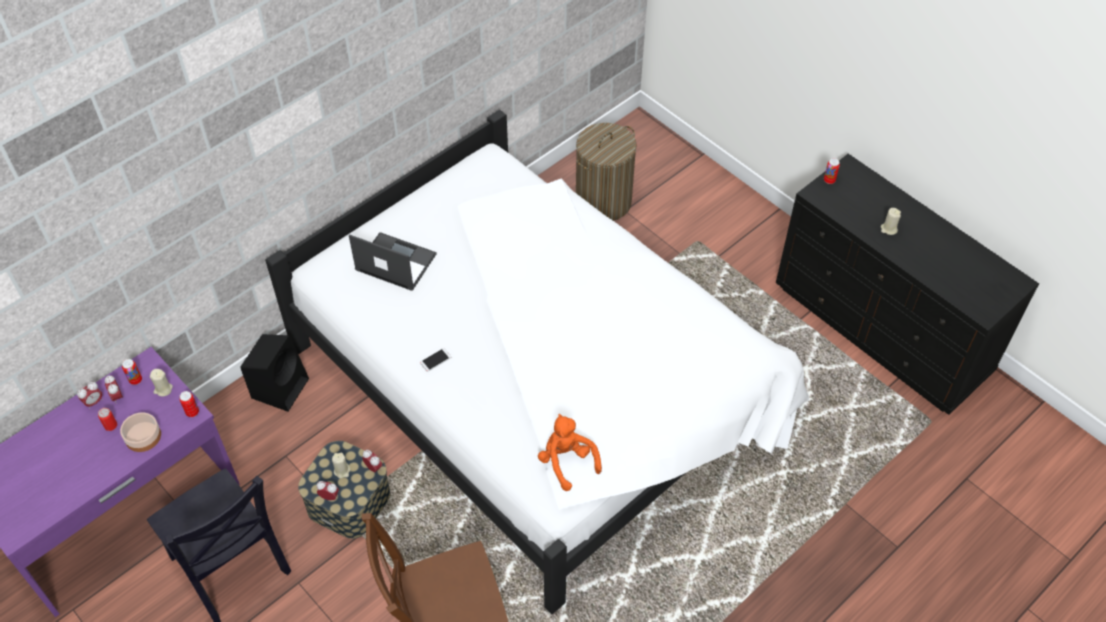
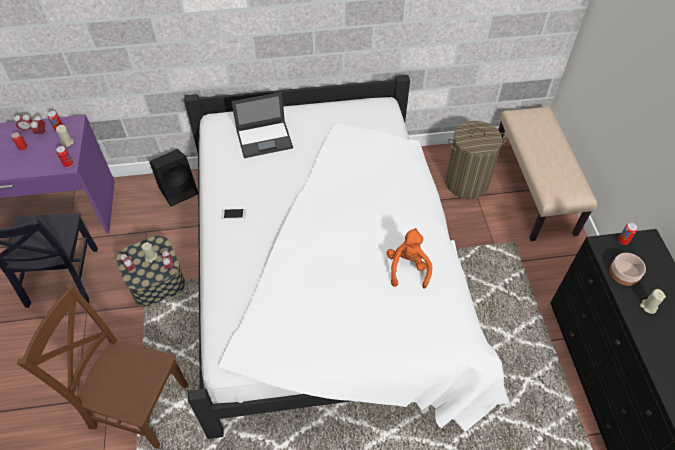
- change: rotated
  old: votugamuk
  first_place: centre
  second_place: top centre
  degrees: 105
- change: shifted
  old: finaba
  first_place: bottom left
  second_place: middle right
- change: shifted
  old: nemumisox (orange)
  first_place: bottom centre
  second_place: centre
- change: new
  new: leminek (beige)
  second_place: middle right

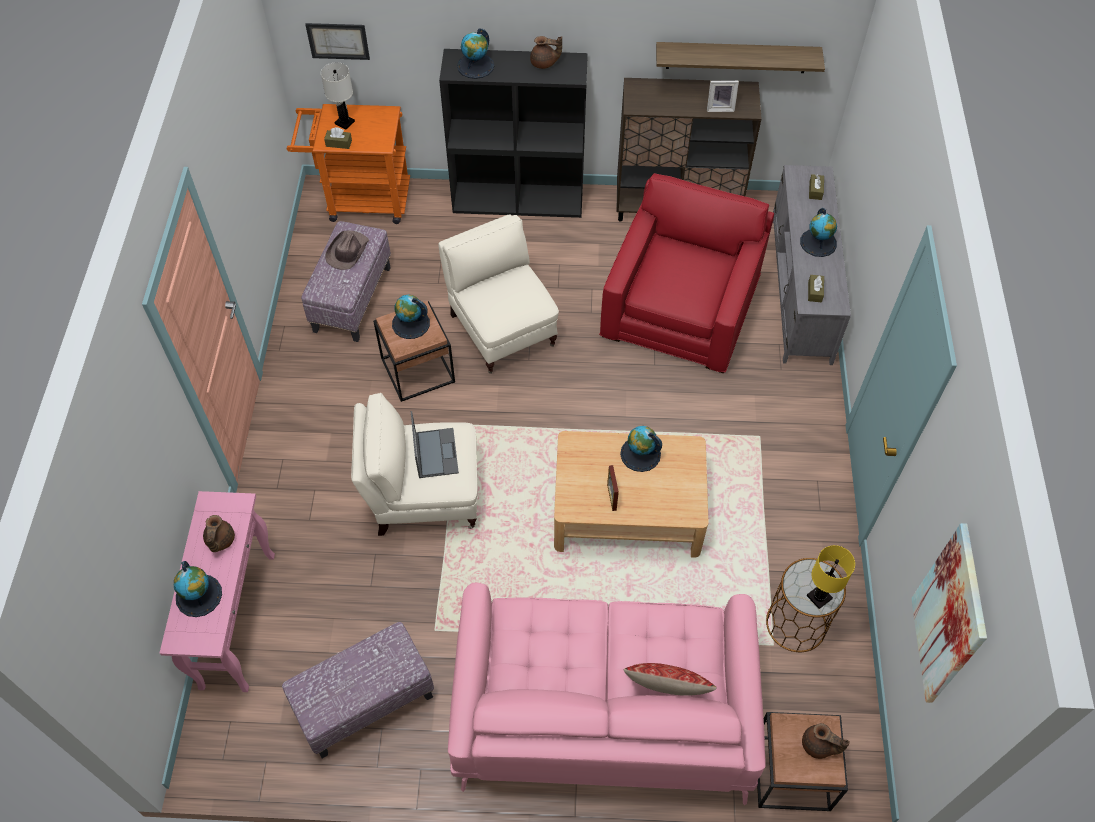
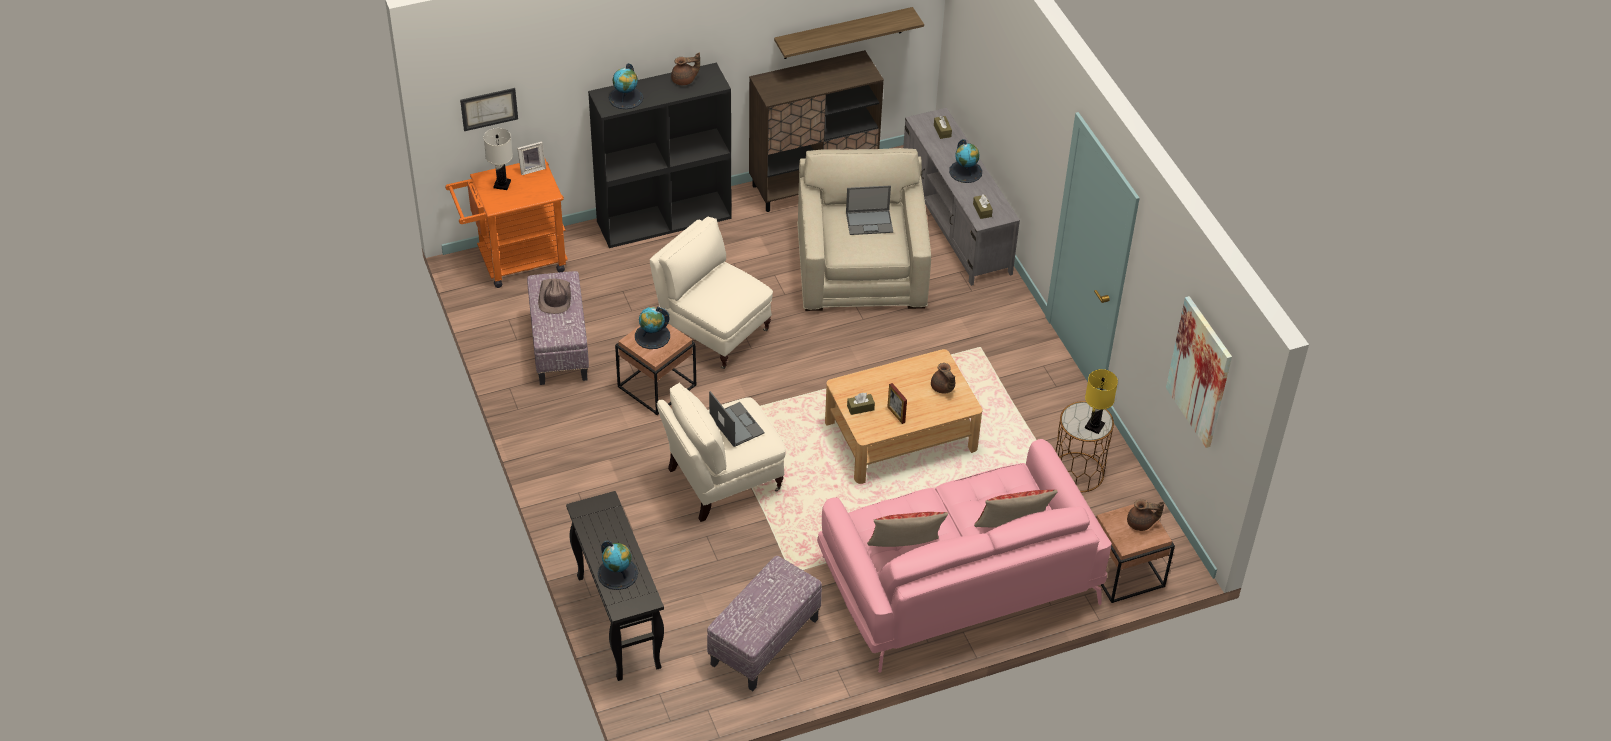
- change: shifted
  old: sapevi (no. 2 from left in the first image)
  new: sapevi (no. 1 from left)
  first_place: top centre
  second_place: top left
- change: shifted
  old: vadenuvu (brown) (no. 1 from left)
  first_place: top left
  second_place: centre
- change: repainted
  old: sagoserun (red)
  new: sagoserun (beige) (no. 3 from left)
  first_place: top centre
  second_place: top centre
- change: gone
  old: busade (no. 4 from left)
  first_place: centre
- change: repainted
  old: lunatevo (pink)
  new: lunatevo (black)
  first_place: bottom left
  second_place: bottom centre
- change: shifted
  old: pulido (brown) (no. 1 from left in the first image)
  new: pulido (brown) (no. 2 from left)
  first_place: middle left
  second_place: centre
- change: new
  new: votugamuk (no. 2 from left)
  second_place: top centre
- change: new
  new: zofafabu (no. 1 from left)
  second_place: bottom centre

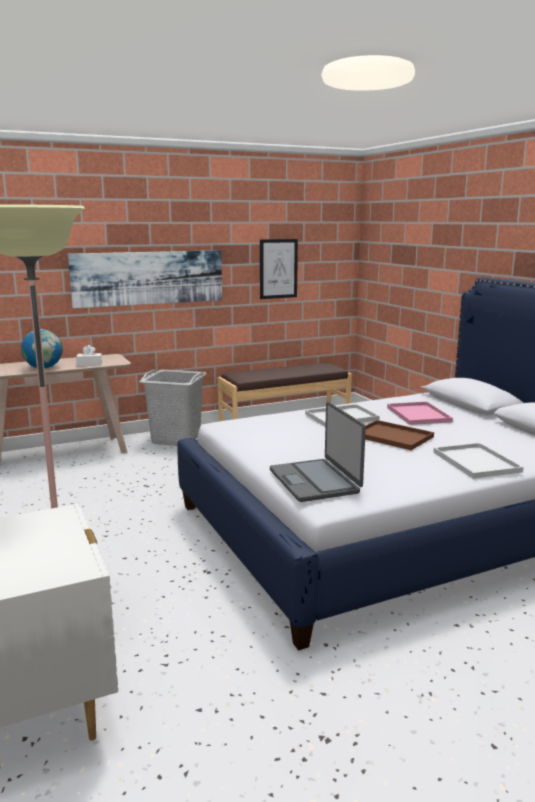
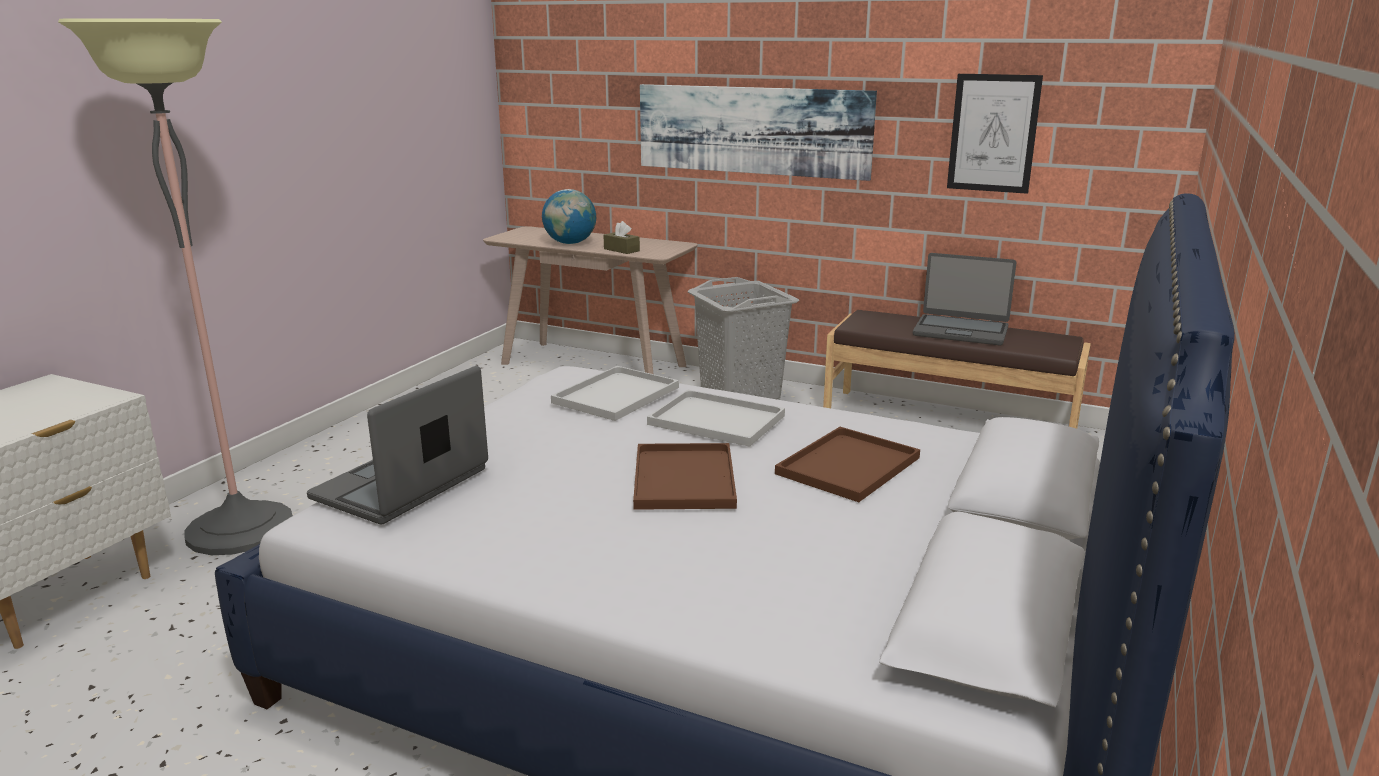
- change: repainted
  old: vadenuvu (white)
  new: vadenuvu (brown)
  first_place: middle left
  second_place: top centre
- change: repainted
  old: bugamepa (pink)
  new: bugamepa (brown) (no. 2 from left)
  first_place: middle right
  second_place: centre
- change: shifted
  old: bugamepa (white) (no. 2 from left in the first image)
  new: bugamepa (white) (no. 1 from left)
  first_place: middle right
  second_place: centre
- change: new
  new: votugamuk (no. 2 from left)
  second_place: middle right

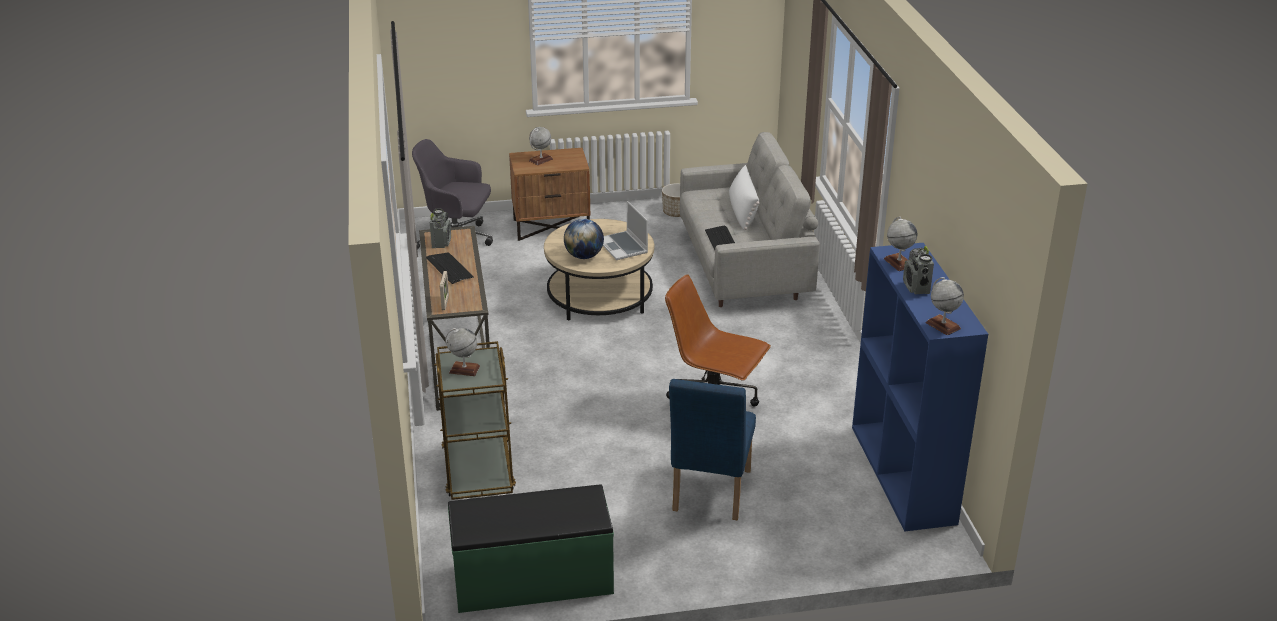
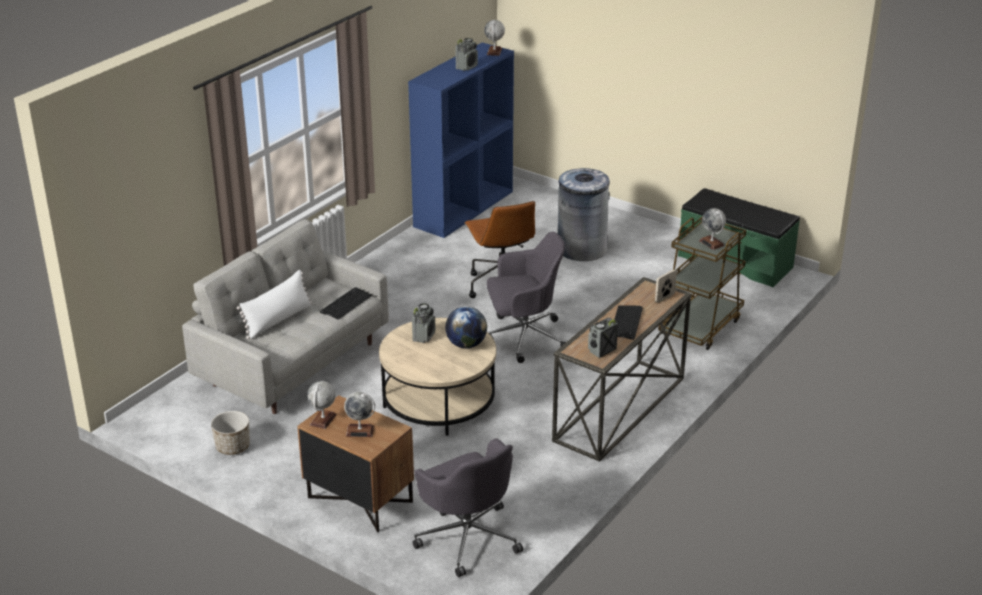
- change: swapped
  old: votugamuk
  new: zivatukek (no. 1 from left)
  first_place: centre
  second_place: centre
- change: shifted
  old: busade (no. 4 from left in the first image)
  new: busade (no. 1 from left)
  first_place: middle right
  second_place: bottom left
- change: swapped
  old: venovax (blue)
  new: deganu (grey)
  first_place: bottom centre
  second_place: centre
- change: new
  new: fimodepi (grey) (no. 2 from left)
  second_place: centre

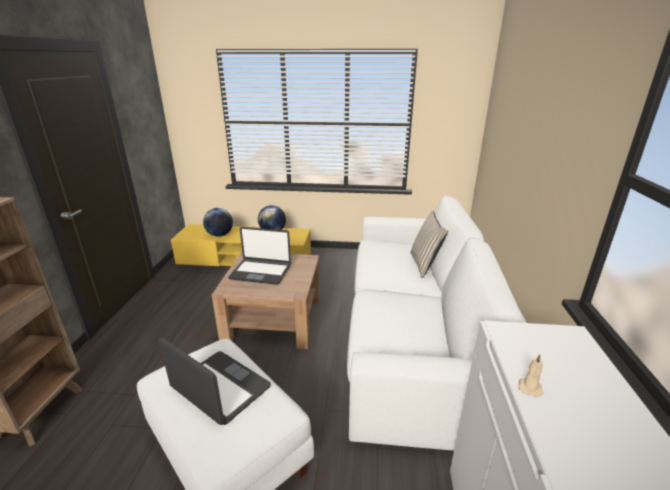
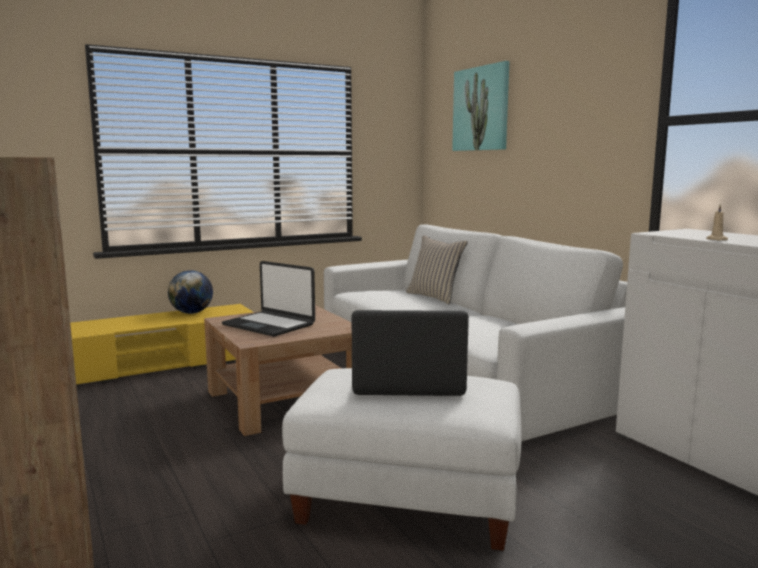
- change: gone
  old: busade (no. 1 from left)
  first_place: middle left
- change: rotated
  old: votugamuk (no. 2 from left in the first image)
  first_place: centre
  second_place: centre
  degrees: 60
- change: new
  new: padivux
  second_place: top centre

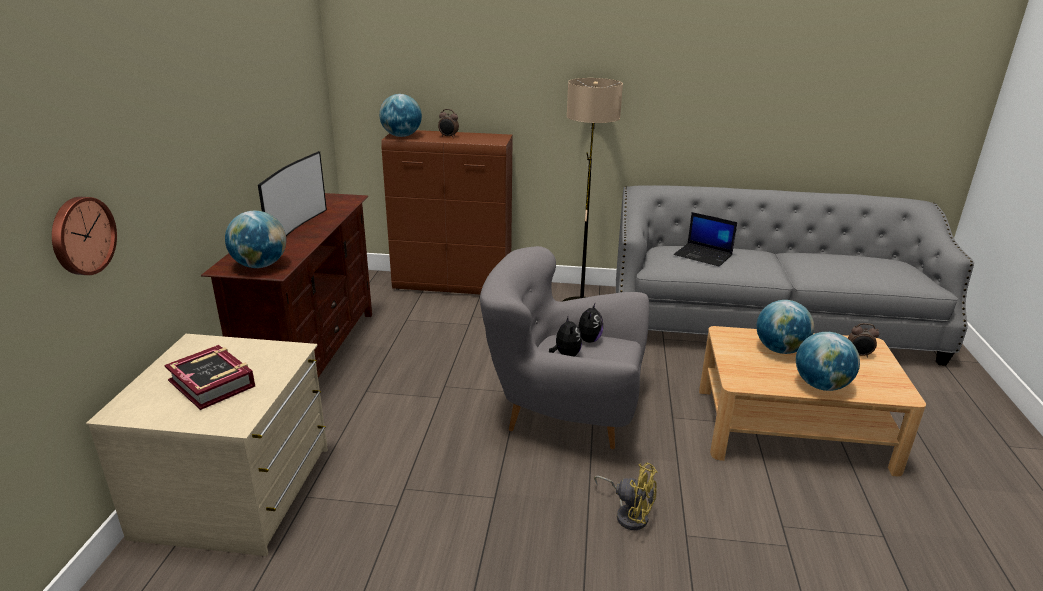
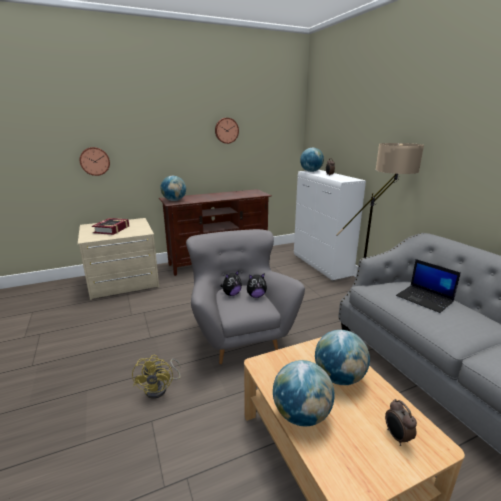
- change: repainted
  old: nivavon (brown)
  new: nivavon (white)
  first_place: centre
  second_place: centre
- change: gone
  old: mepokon
  first_place: top left
- change: rotated
  old: votugamuk
  first_place: middle right
  second_place: middle right
  degrees: -45
- change: new
  new: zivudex (no. 2 from left)
  second_place: top centre

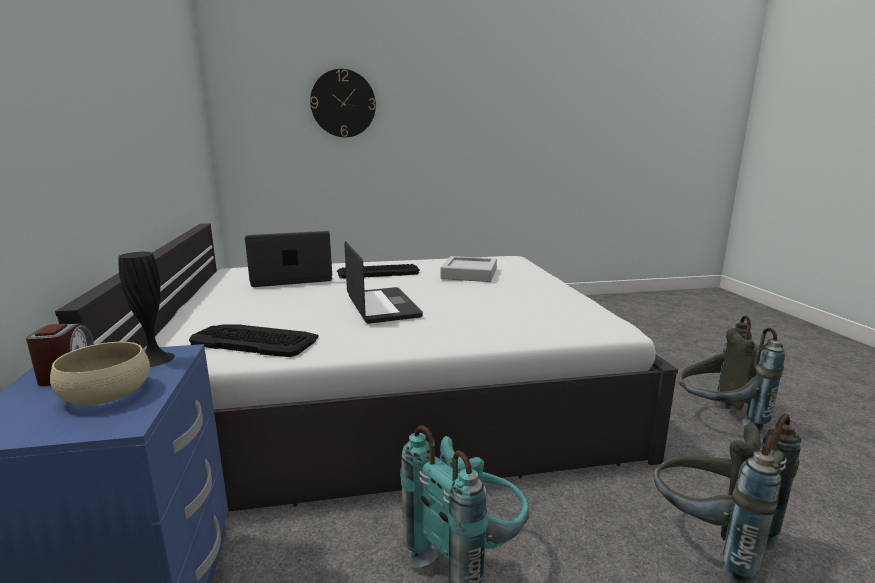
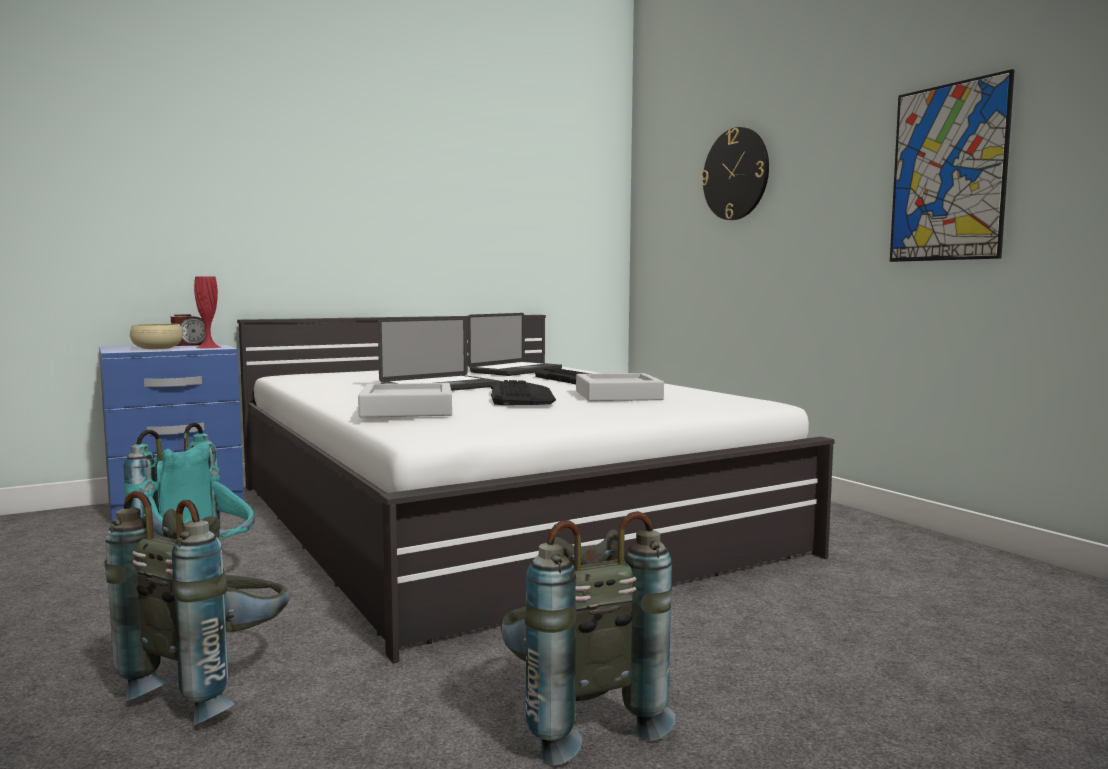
- change: rotated
  old: votugamuk (no. 1 from left in the first image)
  first_place: middle left
  second_place: centre
  degrees: 75
- change: repainted
  old: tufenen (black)
  new: tufenen (red)
  first_place: middle left
  second_place: middle left
- change: shifted
  old: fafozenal (no. 1 from left)
  first_place: middle left
  second_place: centre
- change: new
  new: padivux
  second_place: top right
- change: new
  new: bugamepa (grey) (no. 1 from left)
  second_place: centre

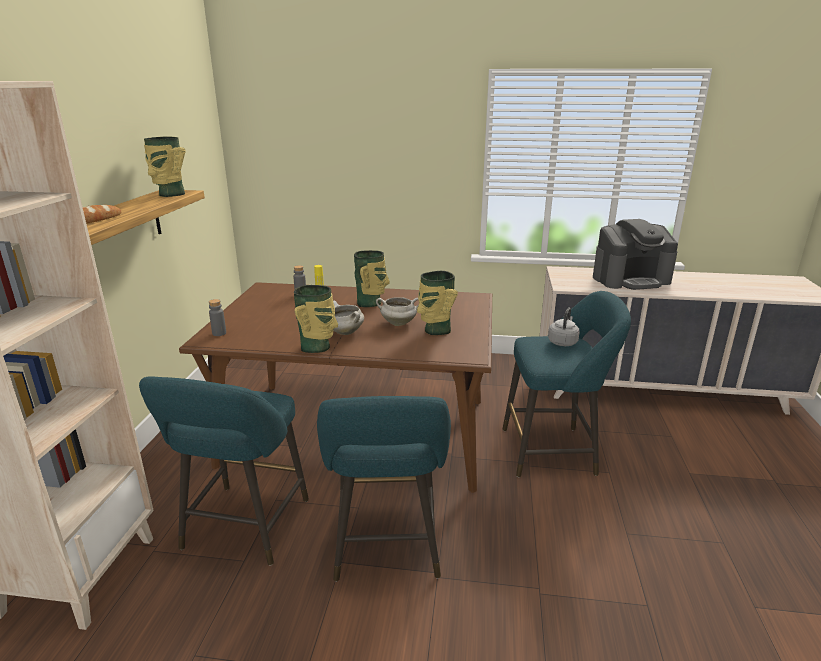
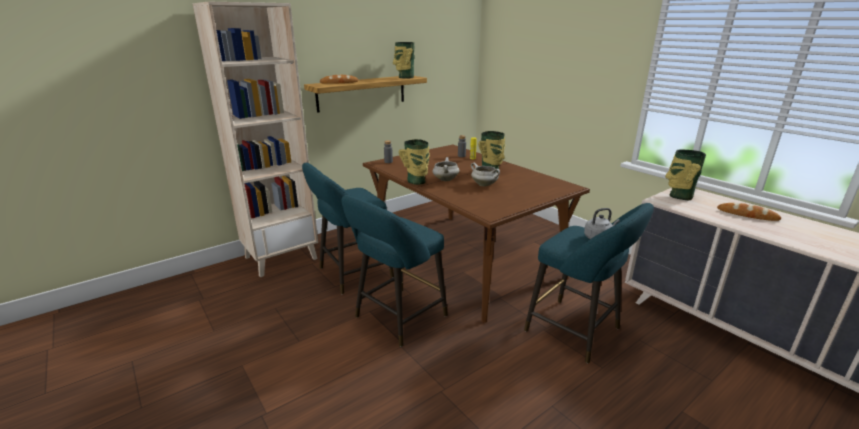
- change: swapped
  old: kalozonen
  new: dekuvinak (no. 2 from left)
  first_place: middle right
  second_place: middle right
- change: shifted
  old: tufenen (no. 4 from left)
  first_place: centre
  second_place: middle right

